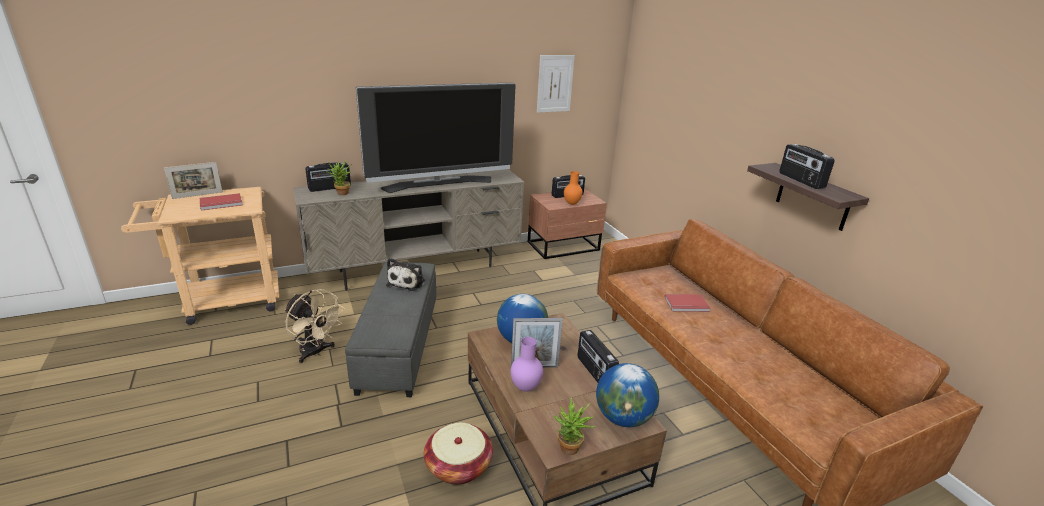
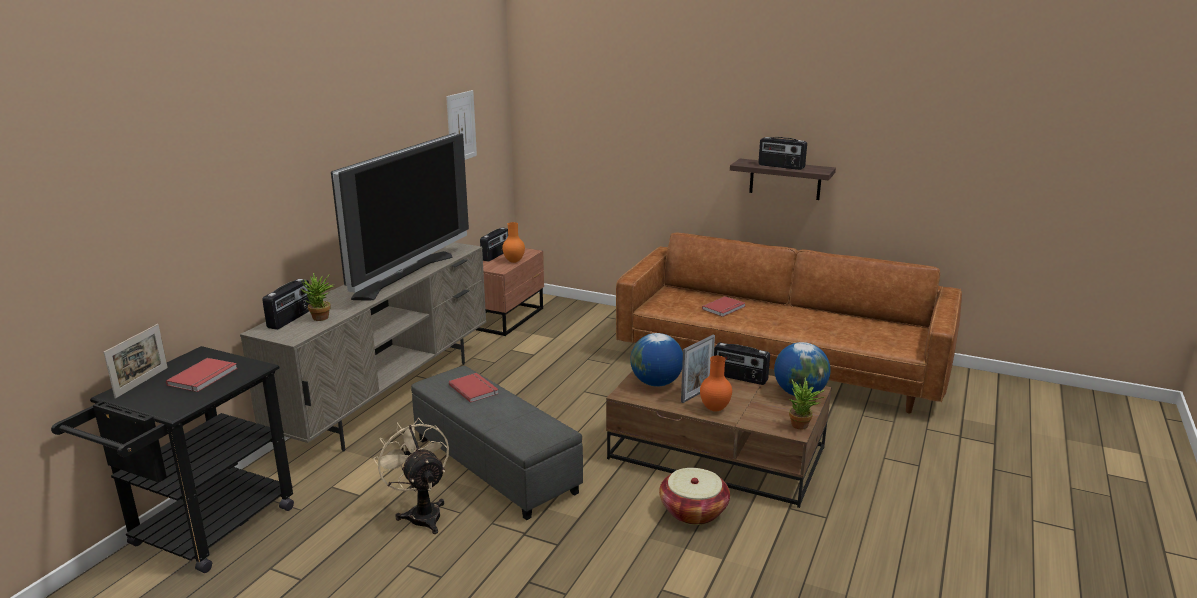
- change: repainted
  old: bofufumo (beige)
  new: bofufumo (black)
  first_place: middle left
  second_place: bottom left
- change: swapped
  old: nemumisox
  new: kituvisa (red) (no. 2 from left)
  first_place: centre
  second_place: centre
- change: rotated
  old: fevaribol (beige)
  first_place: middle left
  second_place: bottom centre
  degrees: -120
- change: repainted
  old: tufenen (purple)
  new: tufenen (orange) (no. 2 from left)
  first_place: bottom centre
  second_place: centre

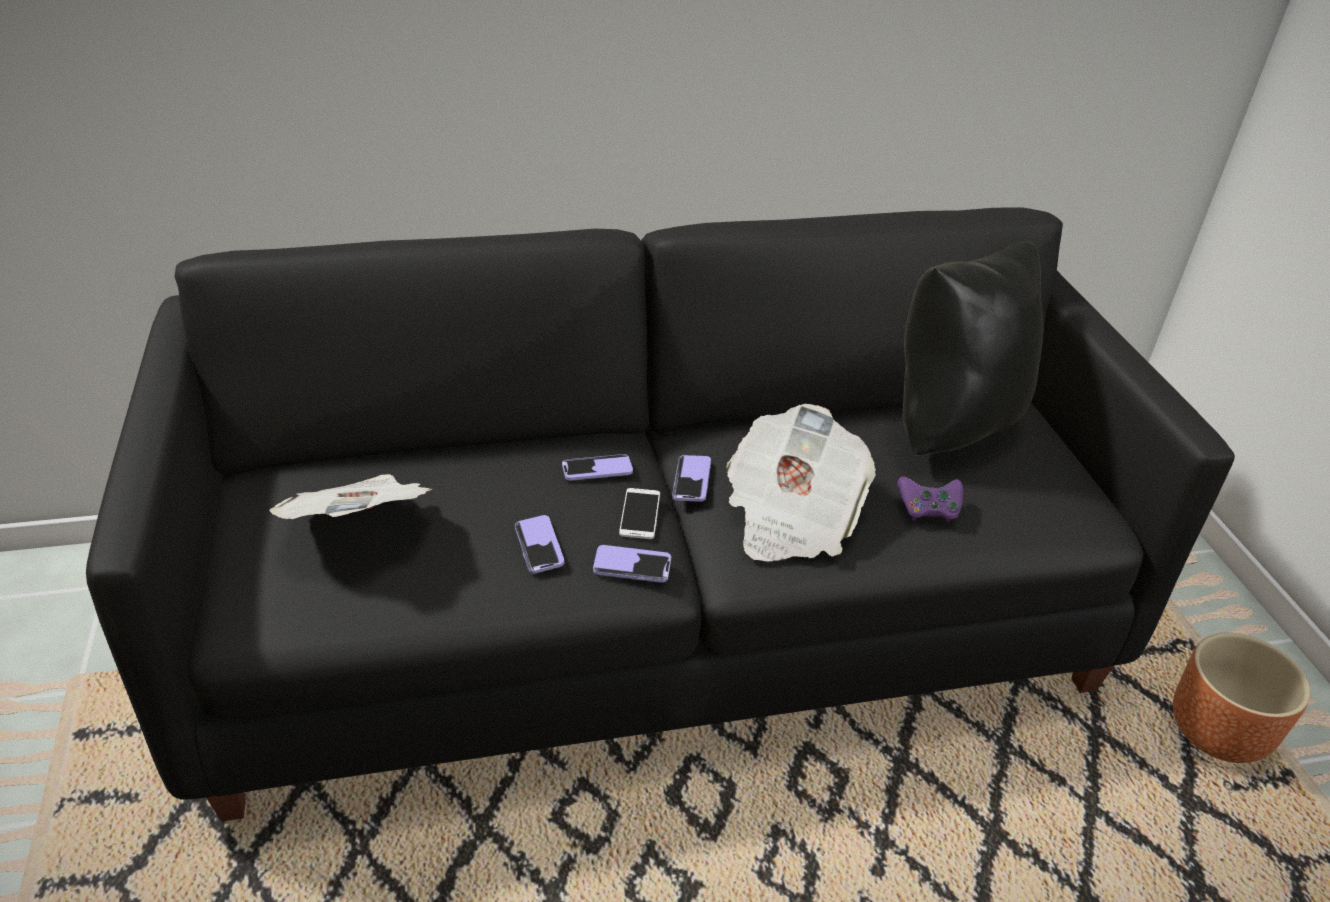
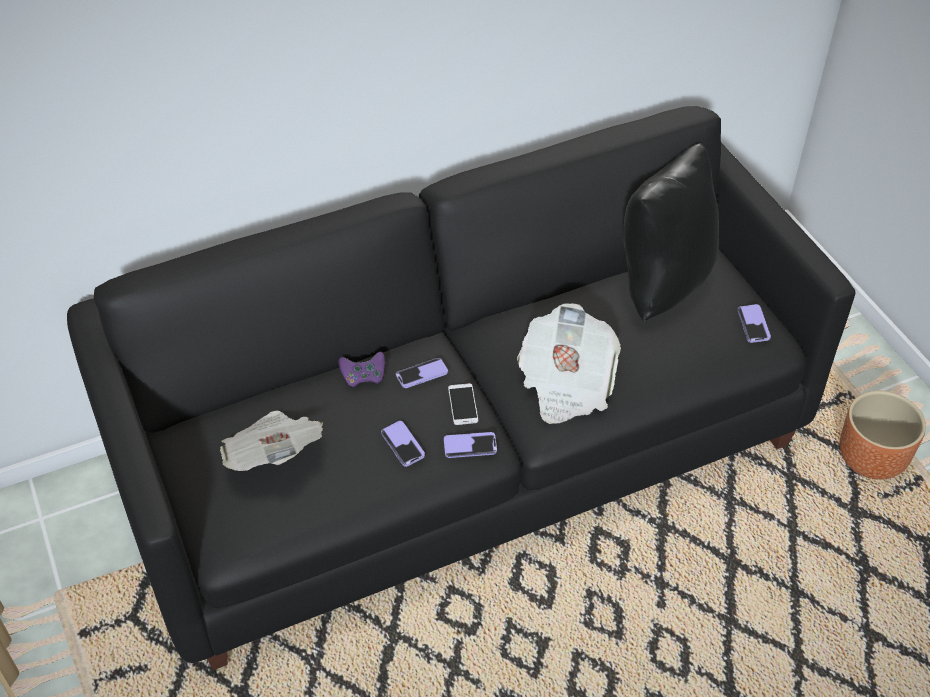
- change: shifted
  old: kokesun (no. 5 from left)
  first_place: centre
  second_place: middle right
- change: shifted
  old: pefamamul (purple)
  first_place: middle right
  second_place: centre

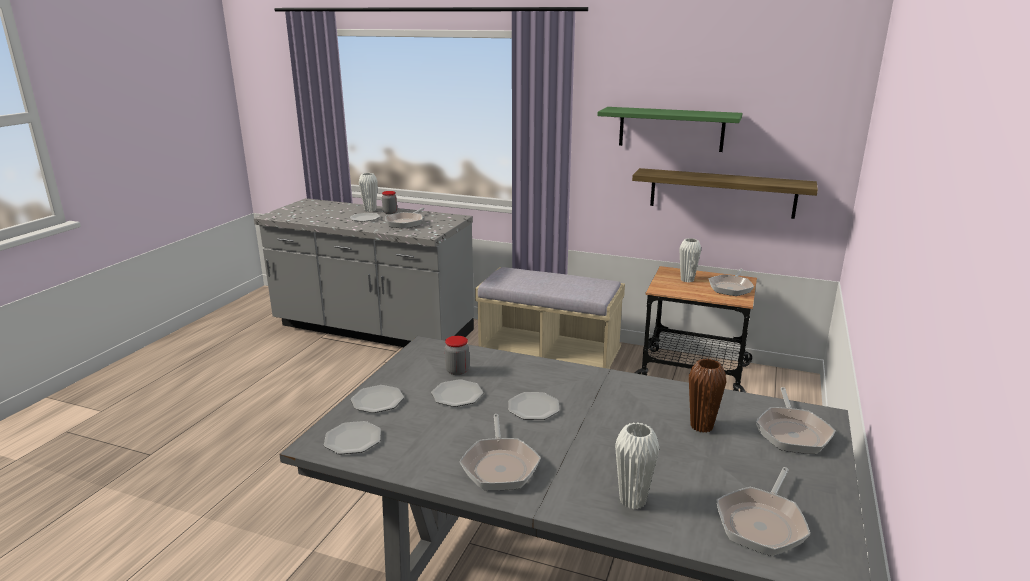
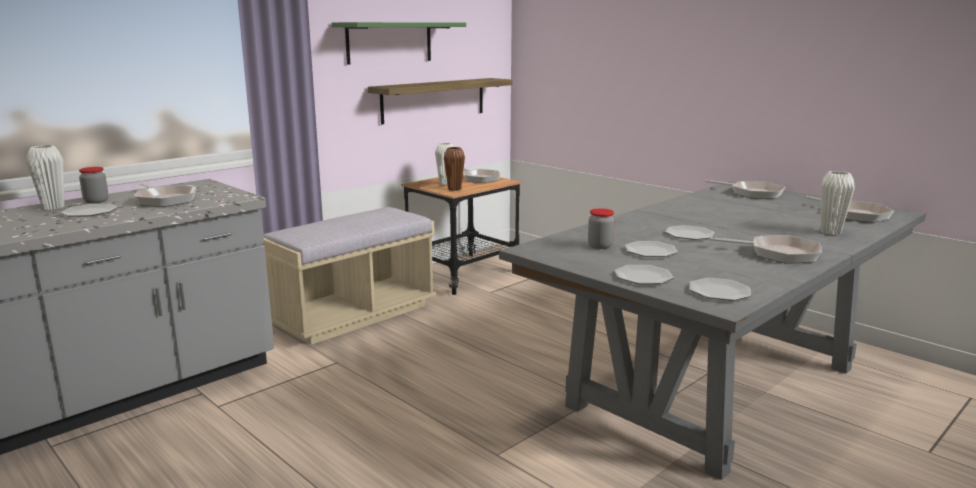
- change: shifted
  old: tufenen (brown)
  first_place: bottom right
  second_place: centre

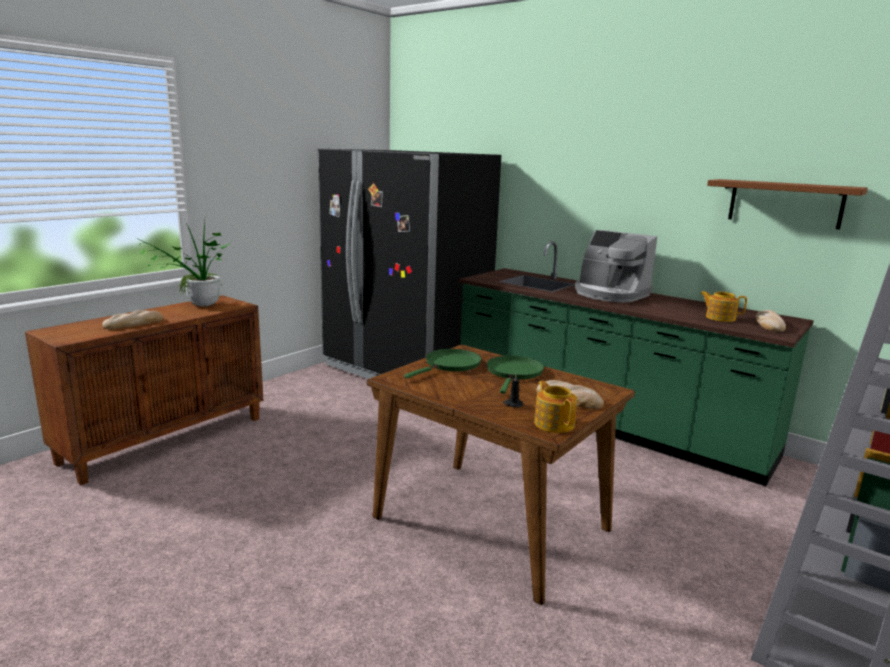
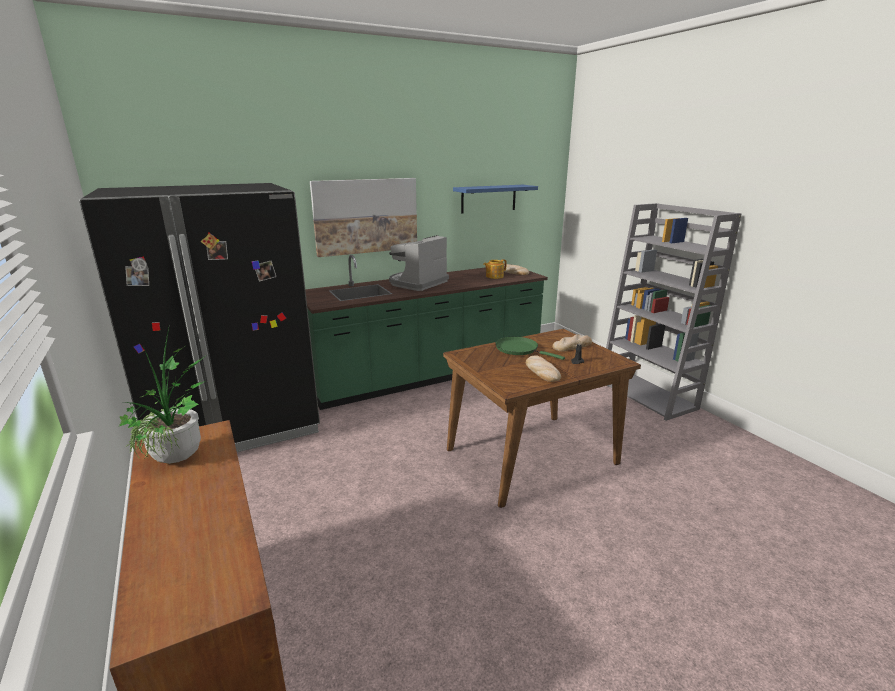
- change: repainted
  old: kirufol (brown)
  new: kirufol (blue)
  first_place: top right
  second_place: top centre
- change: rotated
  old: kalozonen
  first_place: middle right
  second_place: centre
  degrees: 150
- change: shifted
  old: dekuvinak (no. 1 from left in the first image)
  new: dekuvinak (no. 2 from left)
  first_place: middle left
  second_place: centre
- change: gone
  old: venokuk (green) (no. 1 from left)
  first_place: centre
- change: gone
  old: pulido (no. 1 from left)
  first_place: centre
- change: new
  new: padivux
  second_place: top centre

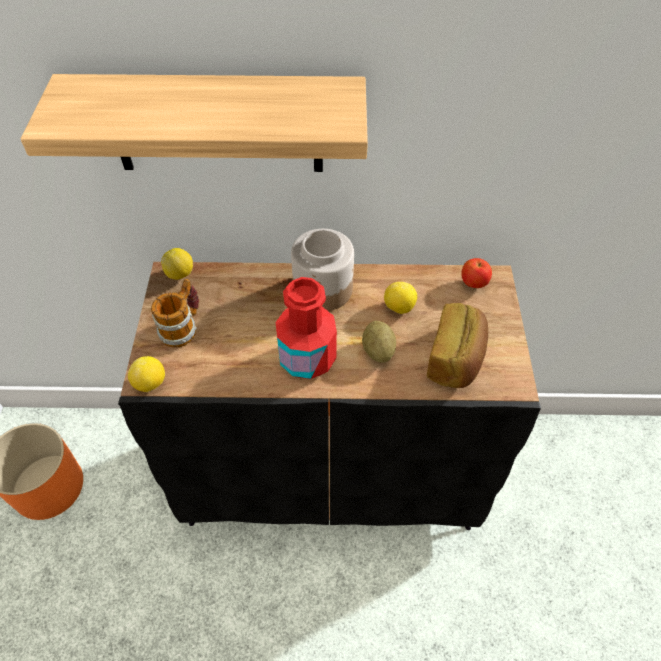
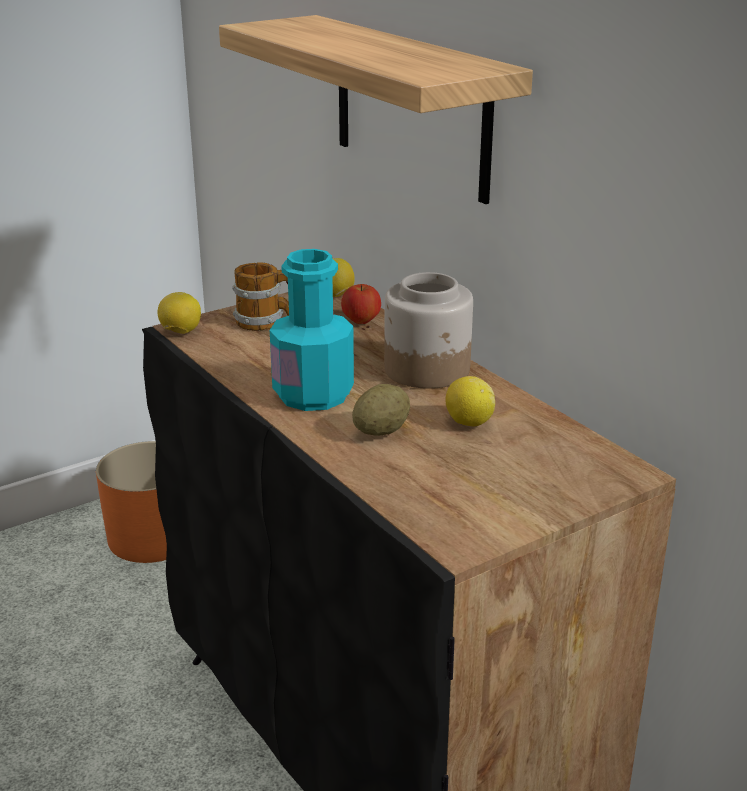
- change: shifted
  old: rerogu
  first_place: middle right
  second_place: centre
- change: repainted
  old: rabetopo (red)
  new: rabetopo (turquoise)
  first_place: centre
  second_place: centre
- change: gone
  old: dekuvinak
  first_place: middle right

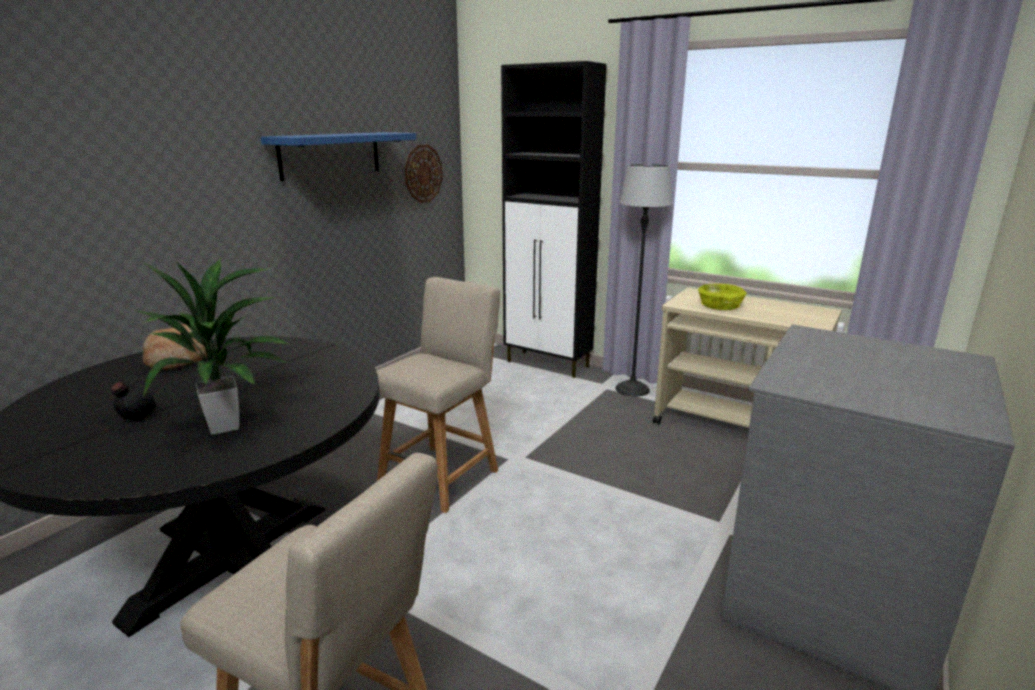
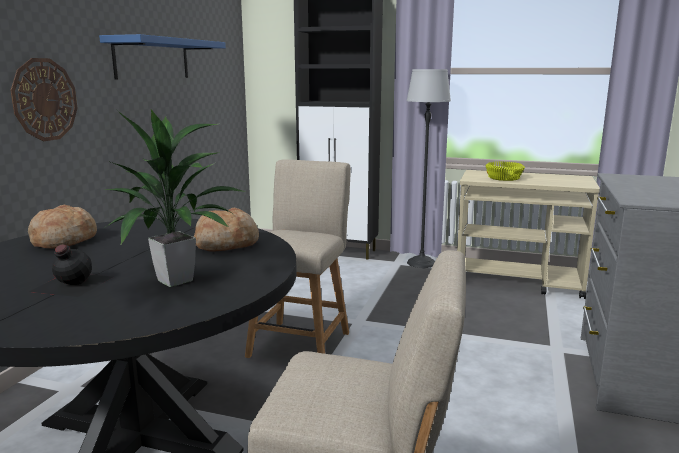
- change: shifted
  old: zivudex
  first_place: top centre
  second_place: top left
- change: new
  new: dekuvinak (no. 2 from left)
  second_place: middle left

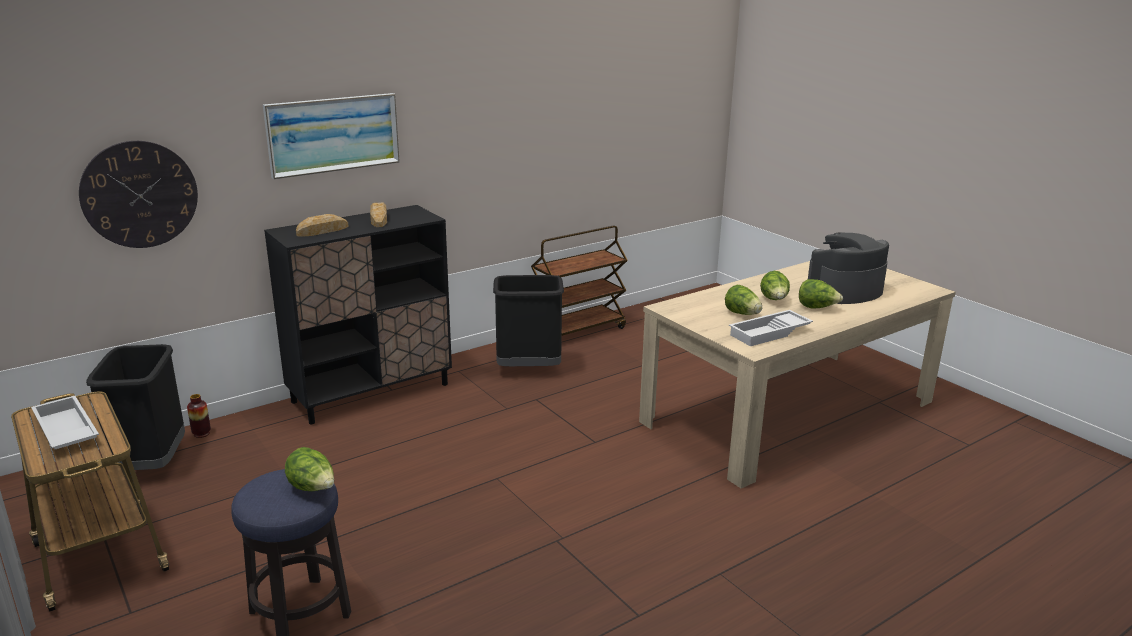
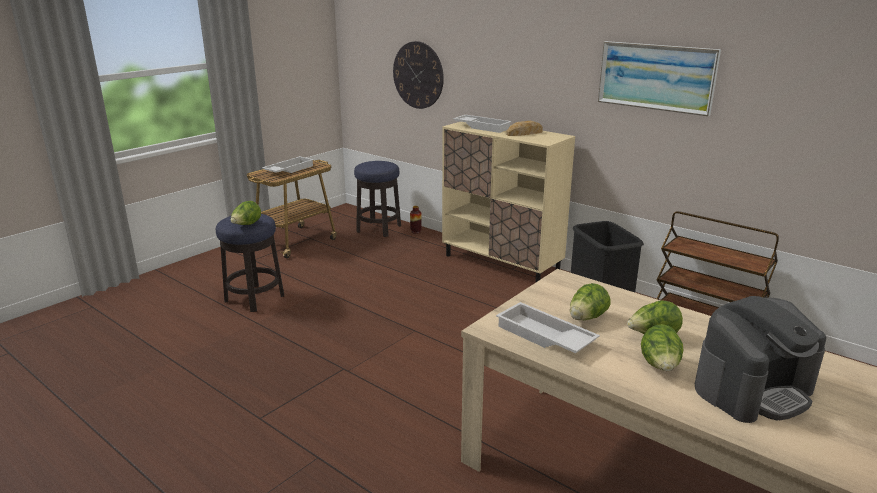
- change: shifted
  old: padivux
  first_place: top left
  second_place: top right
- change: repainted
  old: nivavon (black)
  new: nivavon (beige)
  first_place: middle left
  second_place: centre
- change: swapped
  old: dekuvinak (no. 1 from left)
  new: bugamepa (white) (no. 2 from left)
  first_place: middle left
  second_place: top centre
- change: rotated
  old: kalozonen
  first_place: middle right
  second_place: bottom right
  degrees: 105
- change: swapped
  old: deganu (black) (no. 1 from left)
  new: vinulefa (no. 2 from left)
  first_place: middle left
  second_place: centre

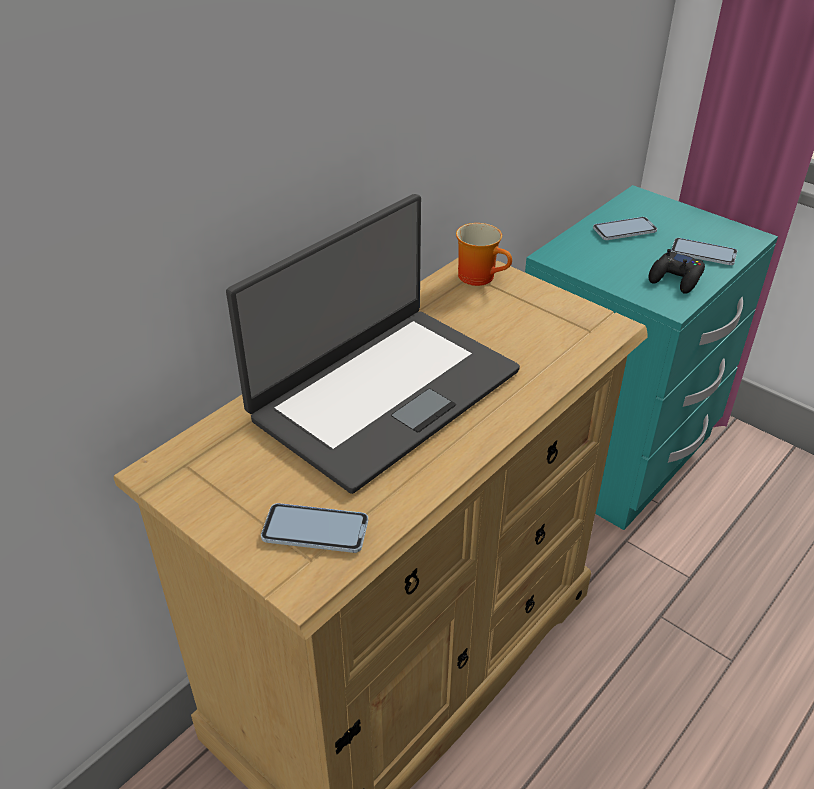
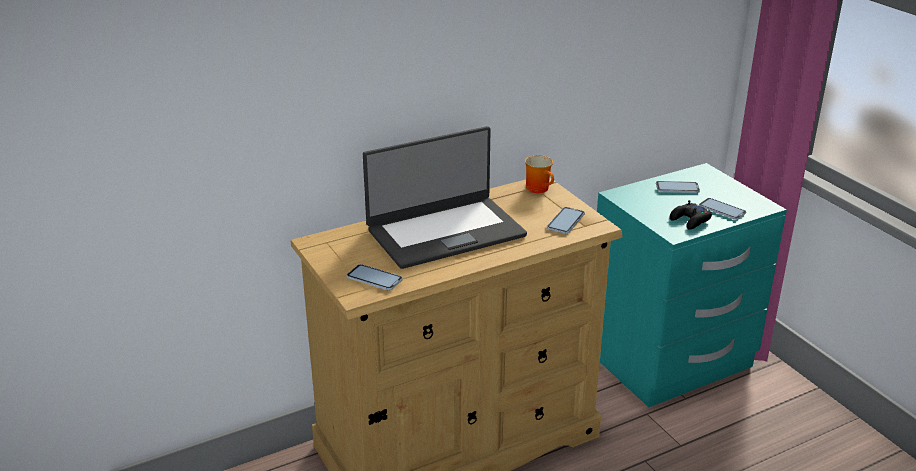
- change: new
  new: kokesun (no. 2 from left)
  second_place: centre

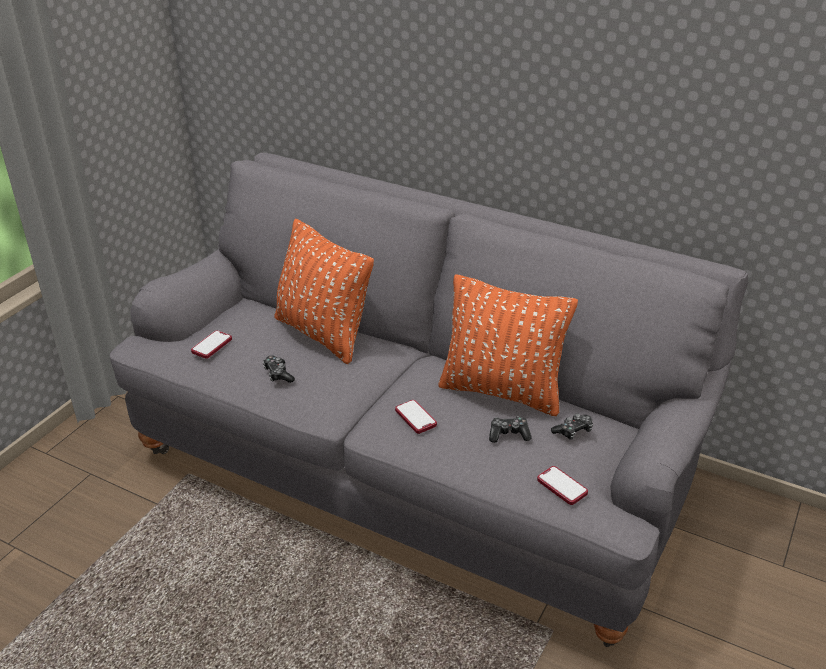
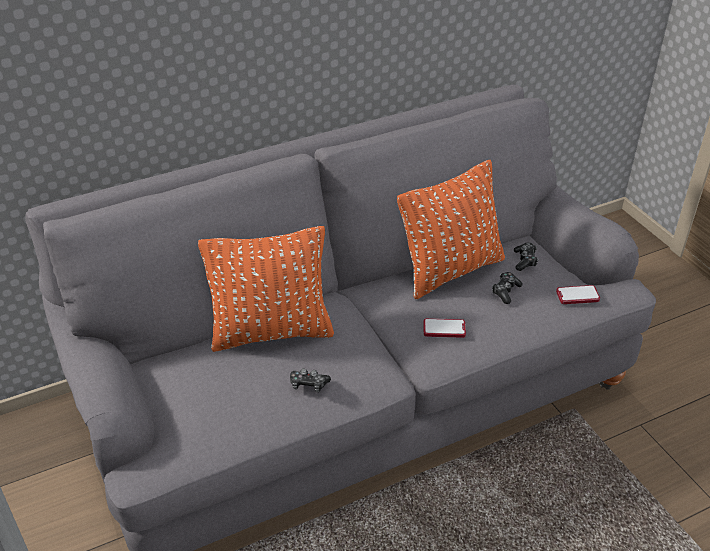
- change: gone
  old: kokesun (no. 1 from left)
  first_place: middle left

